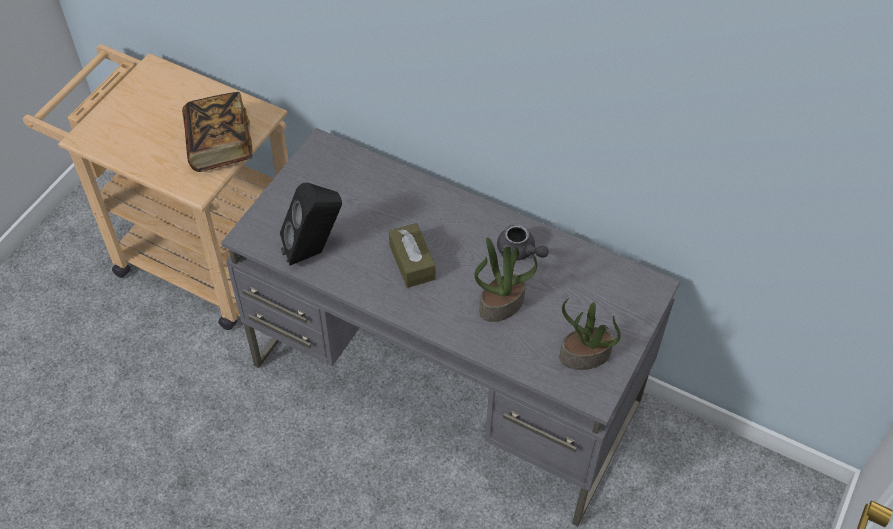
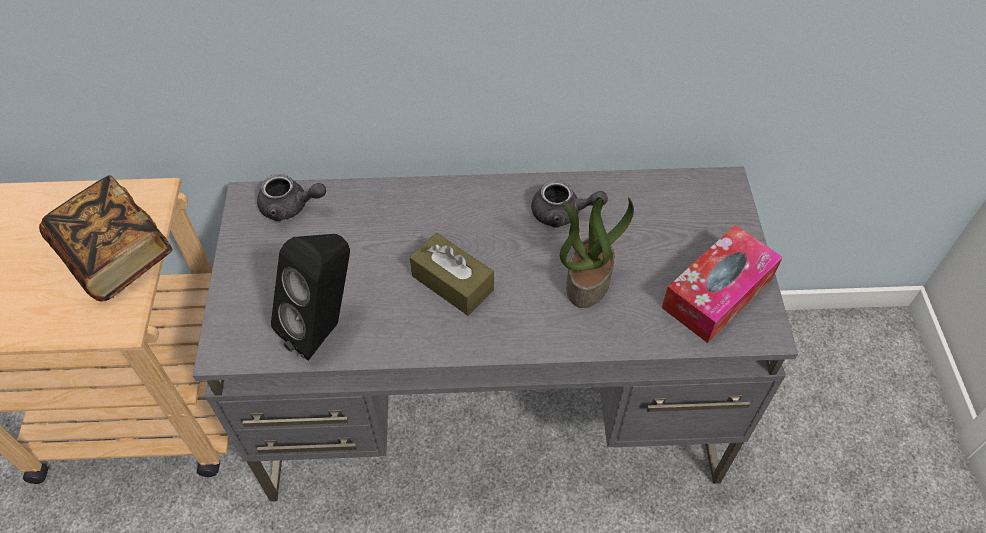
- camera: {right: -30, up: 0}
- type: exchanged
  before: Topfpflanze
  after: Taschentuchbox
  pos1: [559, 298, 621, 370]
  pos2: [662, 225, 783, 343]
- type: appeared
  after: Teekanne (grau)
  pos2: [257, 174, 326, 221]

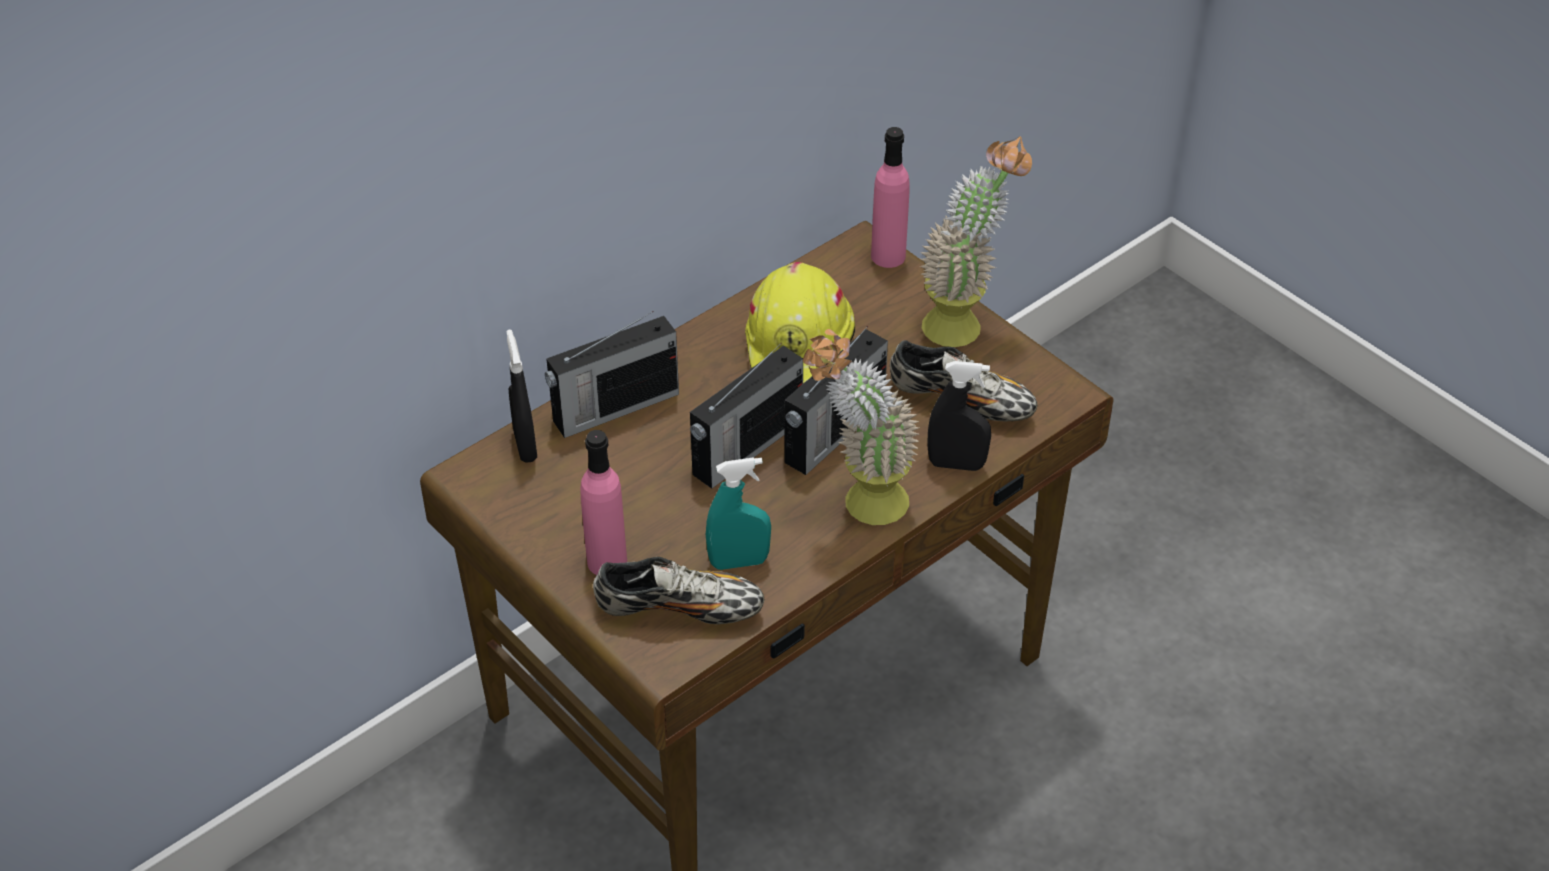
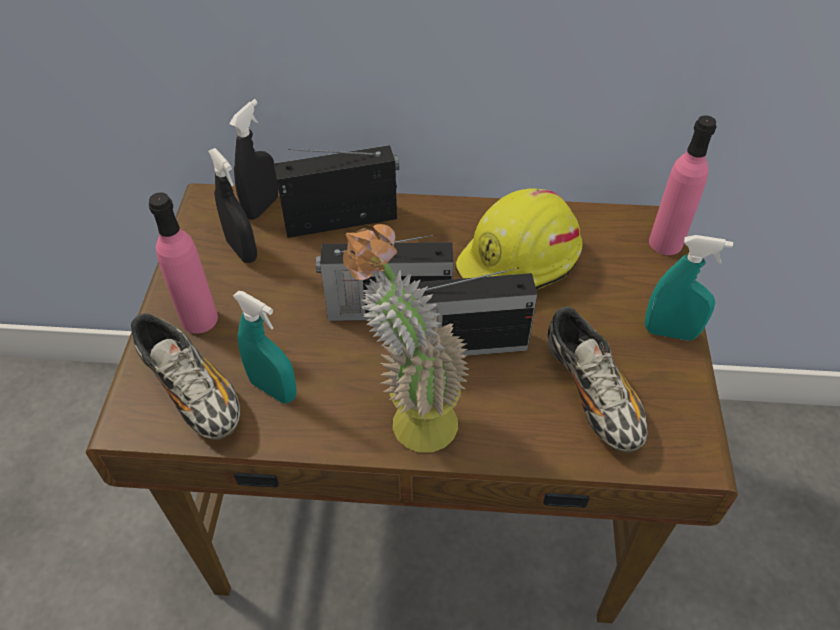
- camera: {right: 45, up: 5}
- type: exchanged
  before: Topfpflanze
  after: Sprühflasche (türkis)
  pos1: [920, 136, 1032, 347]
  pos2: [645, 235, 733, 340]
- type: spun
  before: Radio
  pos1: [545, 311, 679, 438]
  pos2: [274, 145, 399, 238]
  turn: 150
- type: relocated
  before: Sprühflasche (schwarz)
  pos1: [927, 361, 991, 471]
  pos2: [208, 148, 257, 263]

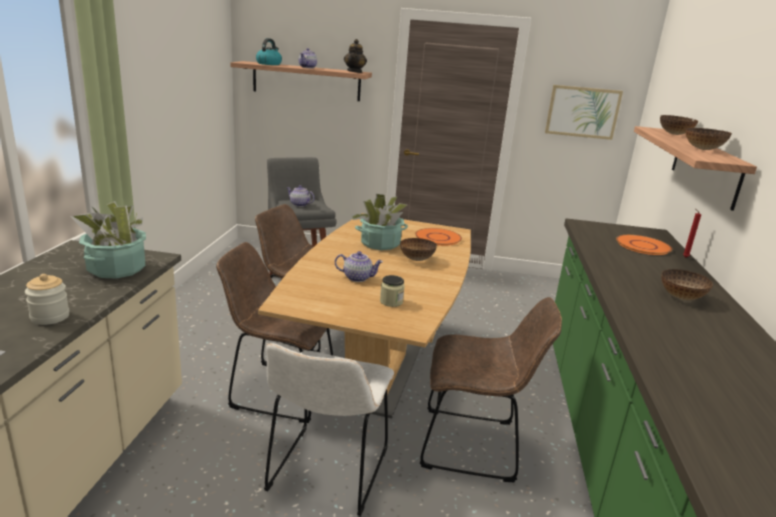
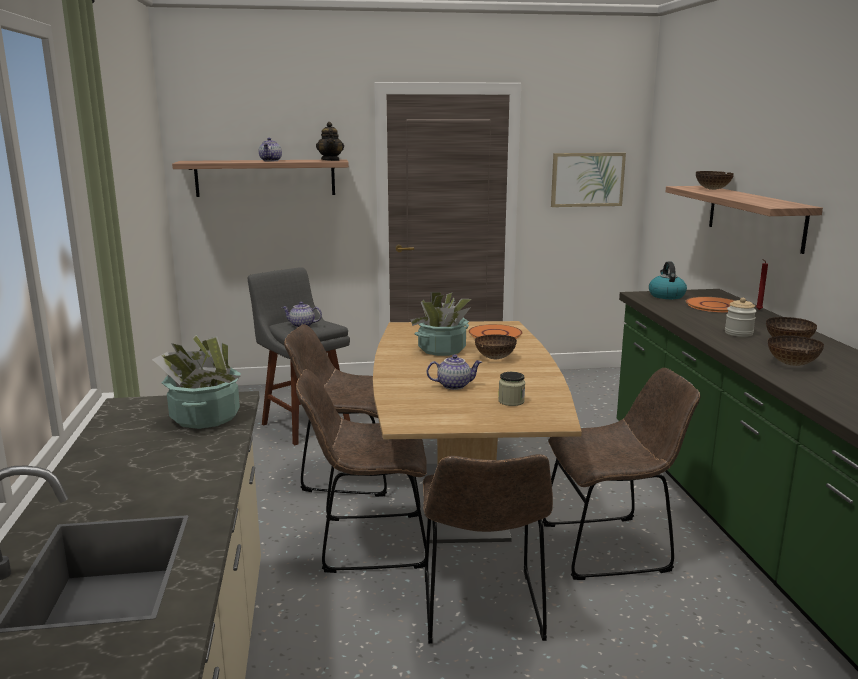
- camera: {right: -15, up: -5}
- type: relocated
  before: Wasserkessel
  pos1: [256, 38, 282, 65]
  pos2: [649, 262, 687, 299]
- type: relocated
  before: Schüssel
  pos1: [685, 128, 732, 150]
  pos2: [768, 335, 824, 366]
- type: relocated
  before: Vorratsglas
  pos1: [25, 274, 70, 325]
  pos2: [725, 298, 757, 337]
- type: colour
  before: Stuhl (weiß)
  after: Stuhl (braun)
  pos1: [264, 343, 394, 516]
  pos2: [423, 454, 553, 644]

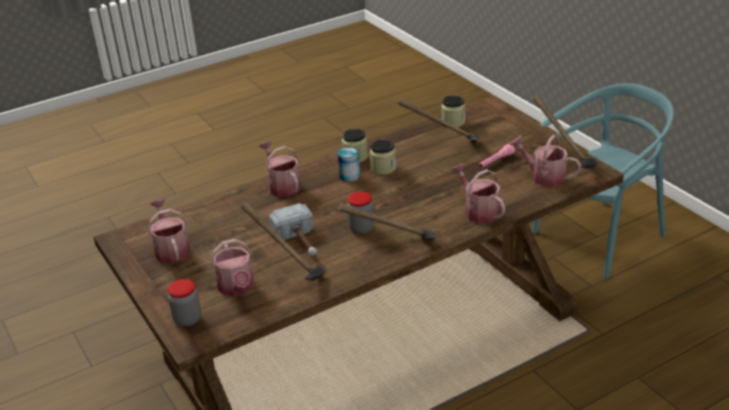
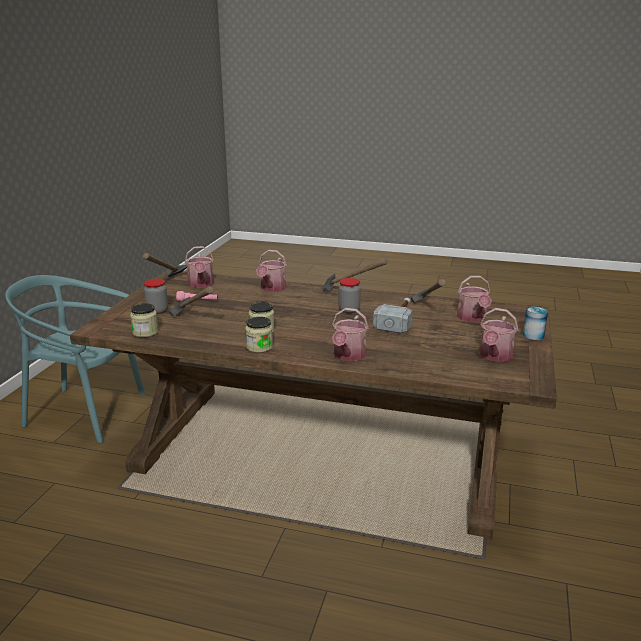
- camera: {right: -135, up: -10}
- type: relocated
  before: Dose
  pos1: [338, 147, 360, 182]
  pos2: [523, 306, 548, 340]
- type: spun
  before: Gießkanne
  pos1: [211, 239, 254, 296]
  pos2: [457, 276, 492, 322]
  turn: 150
- type: relocated
  before: Vorratsglas
  pos1: [167, 279, 201, 327]
  pos2: [144, 279, 168, 314]

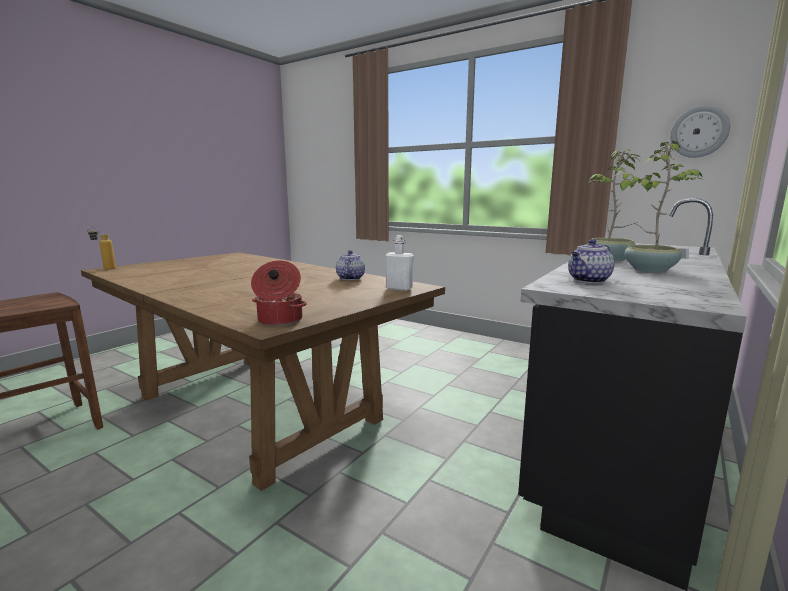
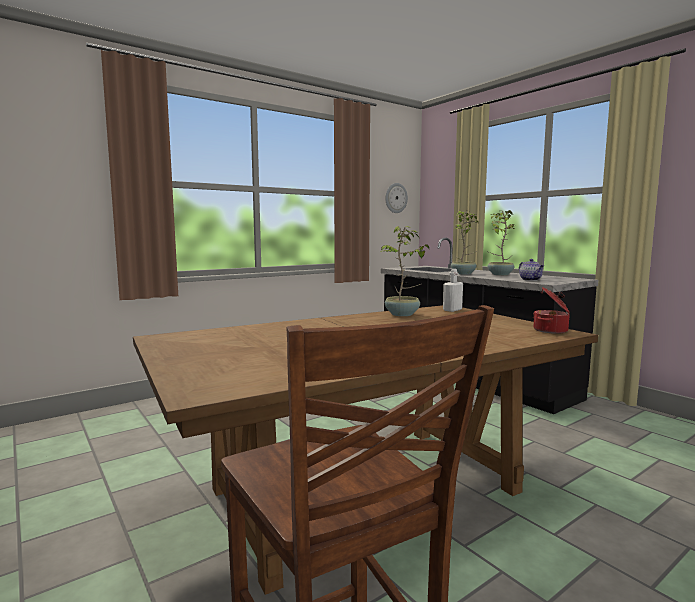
- camera: {right: -70, up: -5}
- type: missing
  before: Flasche
  pos1: [87, 227, 116, 270]
- type: exchanged
  before: Teekanne
  after: Topfpflanze
  pos1: [336, 250, 365, 280]
  pos2: [381, 226, 429, 316]

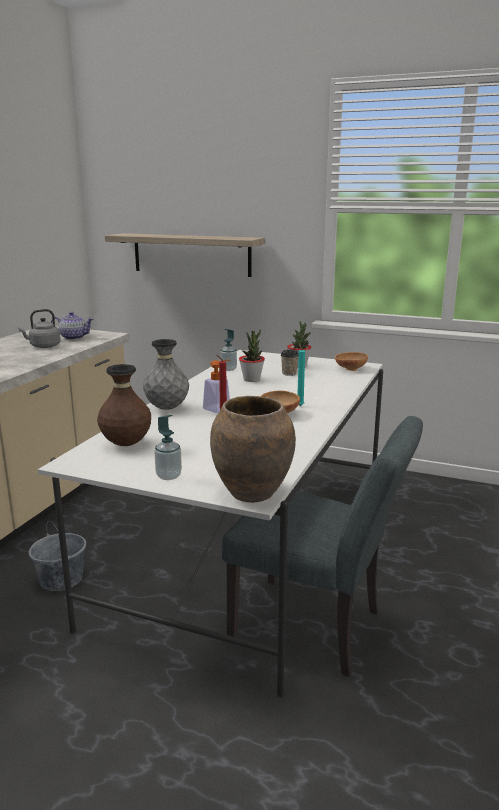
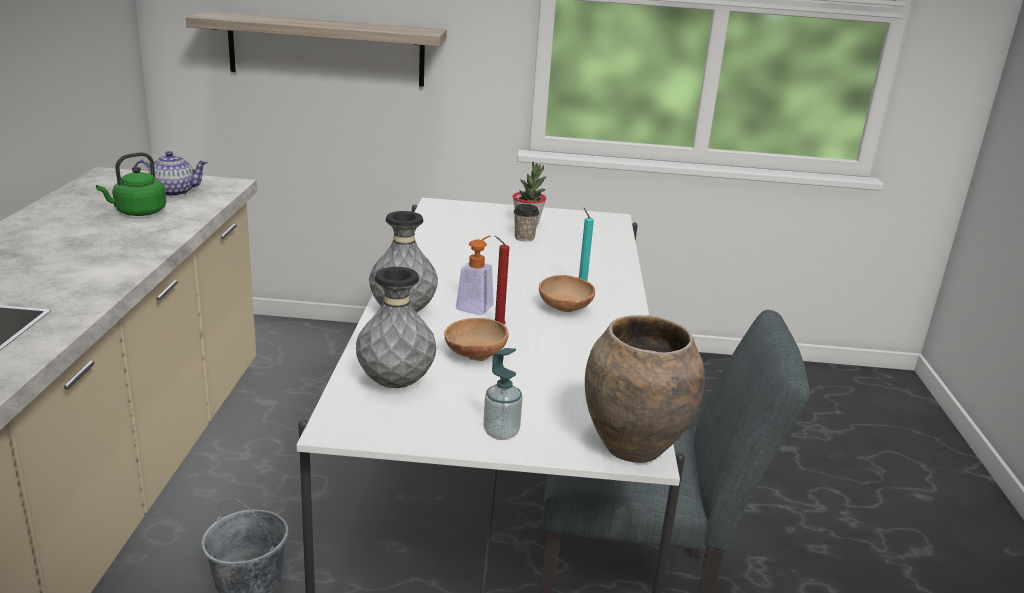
- camera: {right: -20, up: 5}
- type: colour
  before: Wasserkessel (grau)
  after: Wasserkessel (grün)
  pos1: [18, 309, 61, 348]
  pos2: [96, 152, 166, 216]
- type: missing
  before: Seifenspender
  pos1: [220, 329, 237, 371]
- type: missing
  before: Topfpflanze
  pos1: [239, 329, 265, 382]
- type: relocated
  before: Schüssel (braun)
  pos1: [335, 352, 368, 371]
  pos2: [444, 318, 509, 361]
- type: colour
  before: Vase (braun)
  after: Vase (grau)
  pos1: [97, 364, 151, 446]
  pos2: [356, 267, 436, 388]

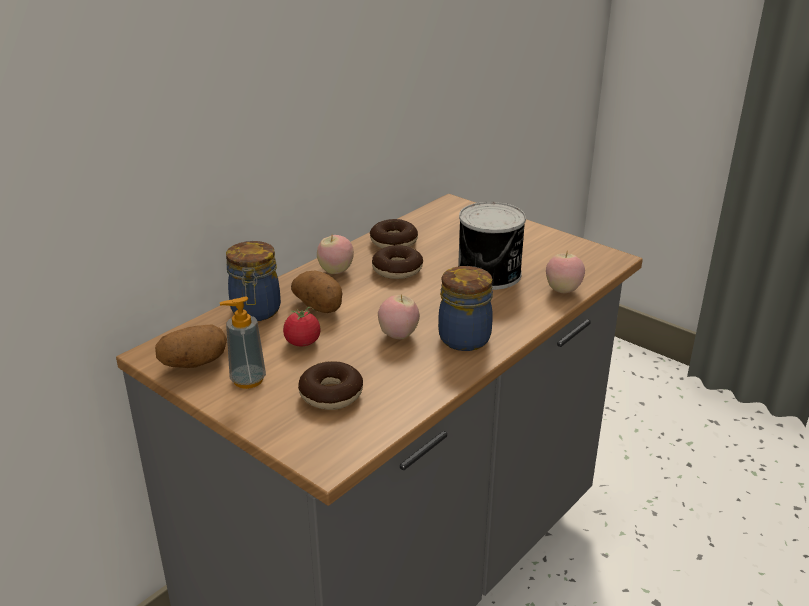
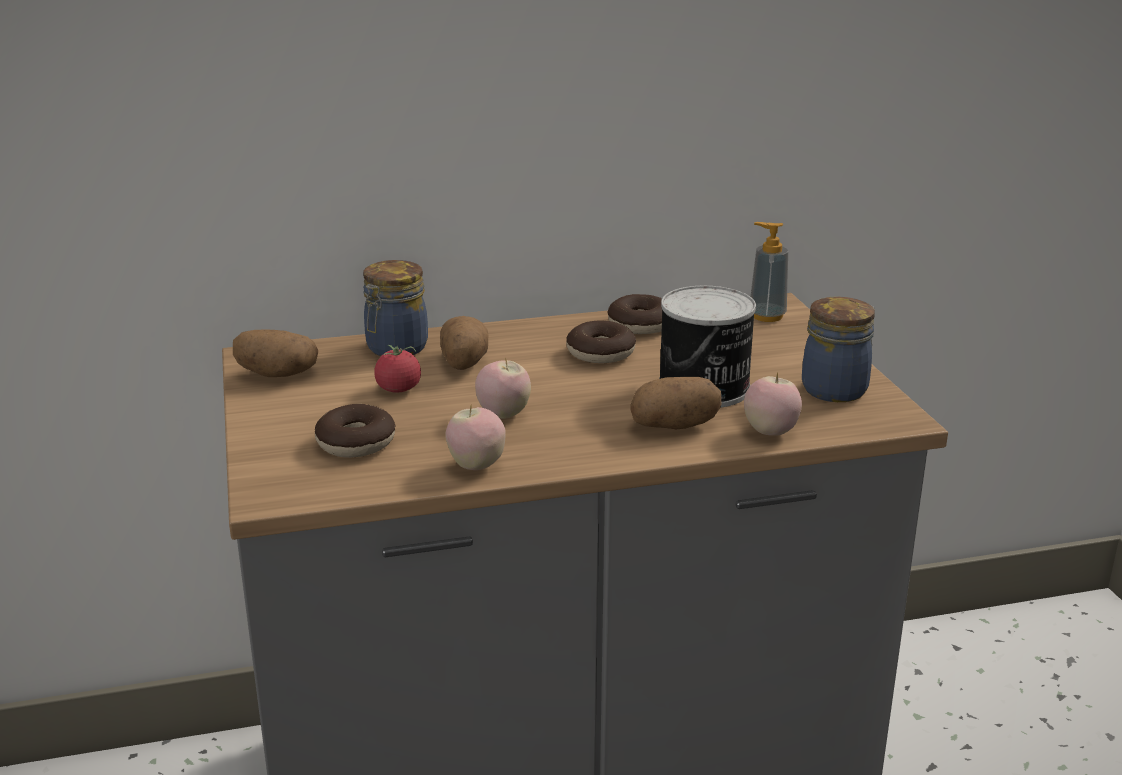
- camera: {right: 35, up: -5}
- type: relocated
  before: Apfel
  pos1: [317, 235, 354, 274]
  pos2: [445, 404, 506, 470]
- type: relocated
  before: Vorratsglas
  pos1: [438, 266, 493, 351]
  pos2: [802, 297, 875, 402]
- type: relocated
  before: Seifenspender
  pos1: [220, 296, 266, 389]
  pos2: [750, 222, 788, 322]
- type: appeared
  after: Kartoffel
  pos2: [631, 377, 721, 429]

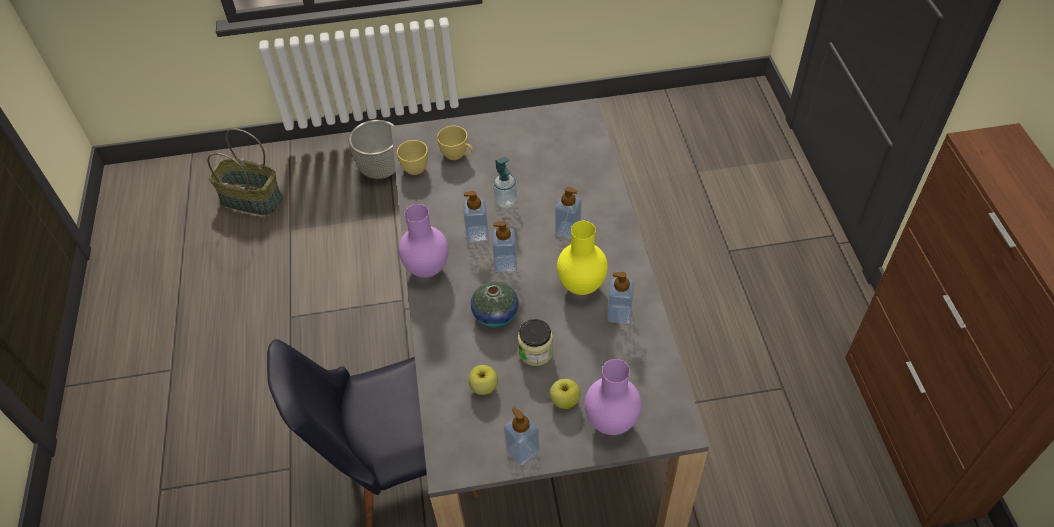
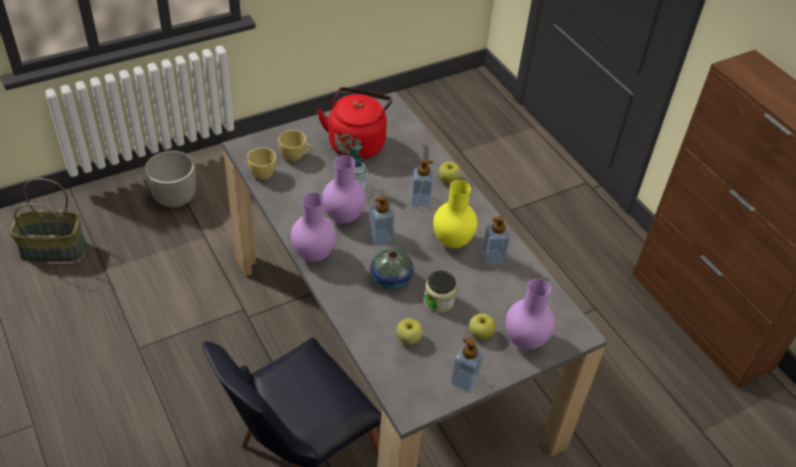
- camera: {right: -25, up: -5}
- type: exchanged
  before: Seifenspender
  after: Vase (lila)
  pos1: [463, 191, 489, 242]
  pos2: [322, 155, 366, 224]
- type: appeared
  after: Wasserkessel (rot)
  pos2: [317, 87, 392, 159]
- type: appeared
  after: Apfel
  pos2: [438, 162, 461, 183]

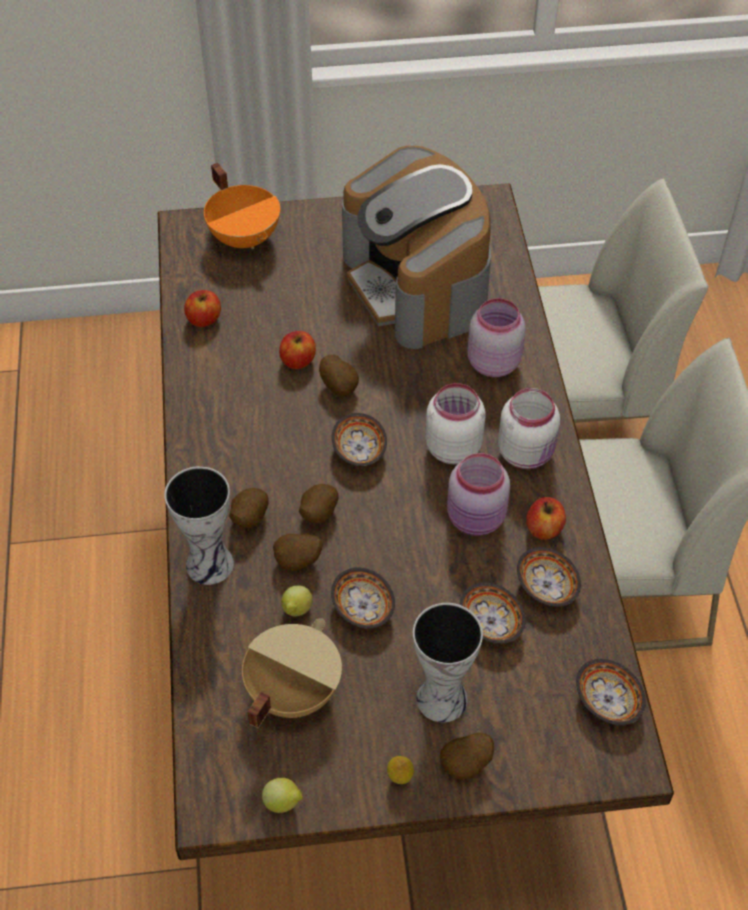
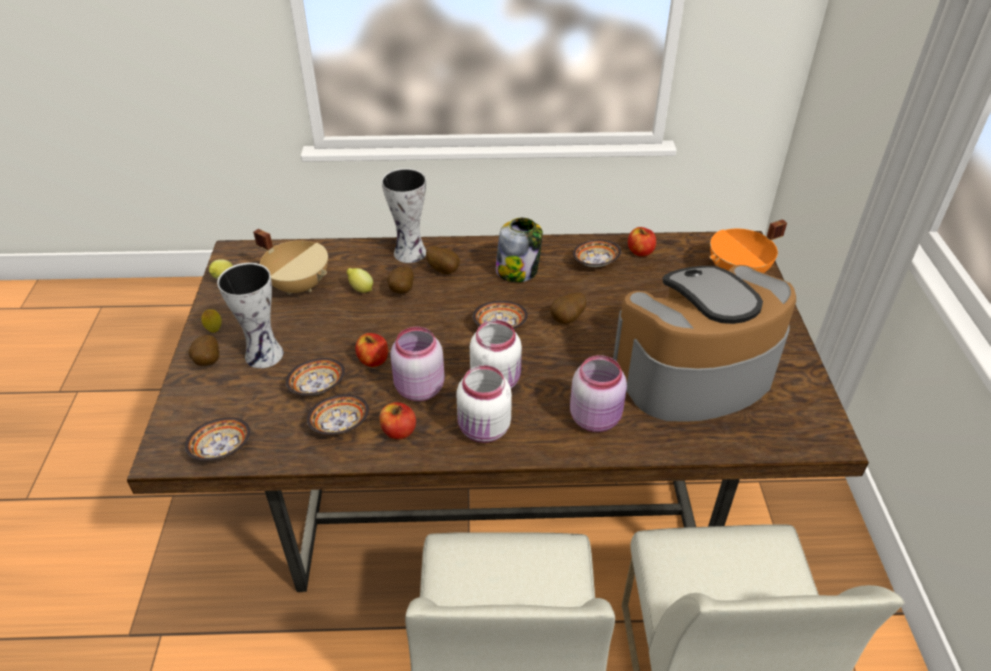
- camera: {right: 95, up: -10}
- type: relocated
  before: Apfel
  pos1: [279, 331, 316, 369]
  pos2: [355, 333, 388, 367]
- type: missing
  before: Kartoffel
  pos1: [299, 484, 338, 523]
- type: relocated
  before: Schüssel
  pos1: [331, 567, 395, 629]
  pos2: [573, 240, 621, 267]
- type: appeared
  after: Vorratsglas
  pos2: [496, 218, 543, 282]

